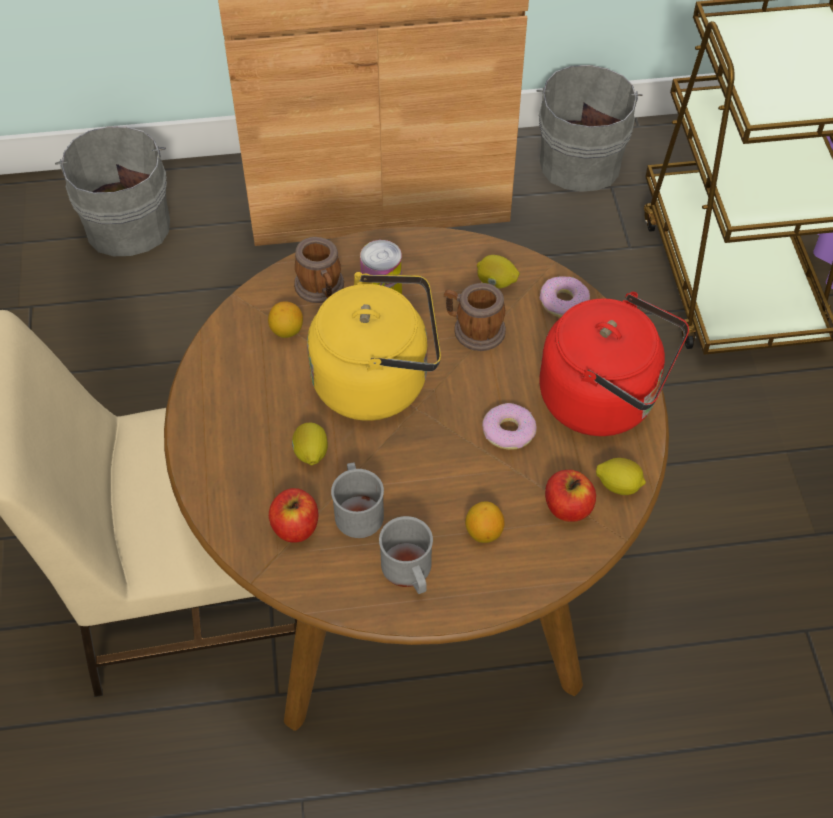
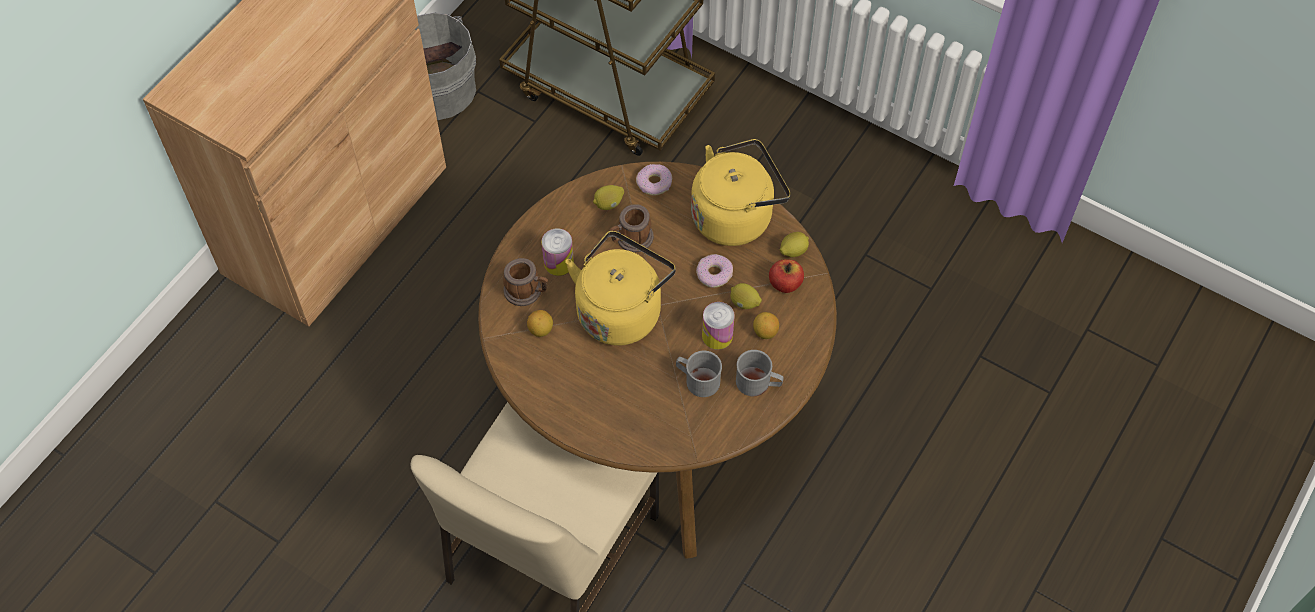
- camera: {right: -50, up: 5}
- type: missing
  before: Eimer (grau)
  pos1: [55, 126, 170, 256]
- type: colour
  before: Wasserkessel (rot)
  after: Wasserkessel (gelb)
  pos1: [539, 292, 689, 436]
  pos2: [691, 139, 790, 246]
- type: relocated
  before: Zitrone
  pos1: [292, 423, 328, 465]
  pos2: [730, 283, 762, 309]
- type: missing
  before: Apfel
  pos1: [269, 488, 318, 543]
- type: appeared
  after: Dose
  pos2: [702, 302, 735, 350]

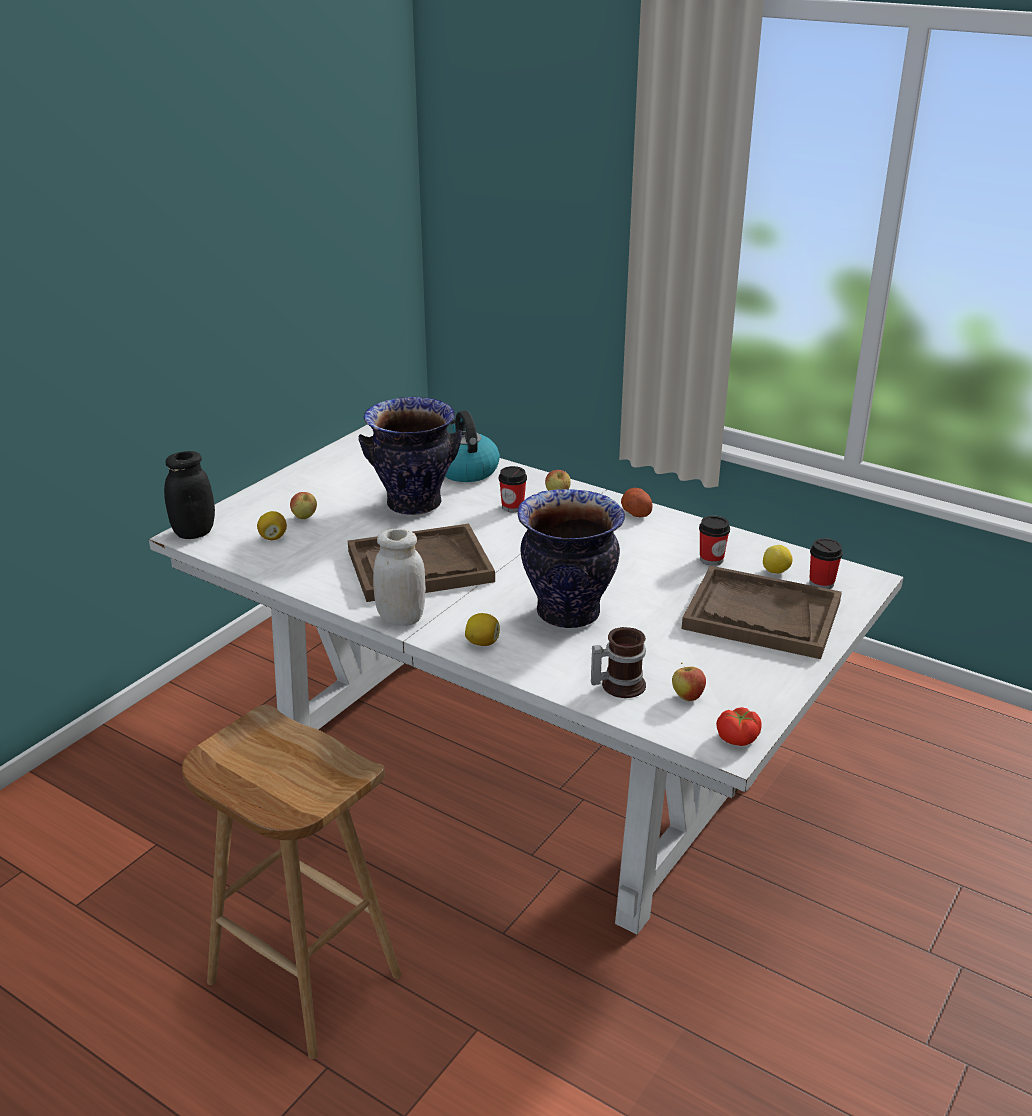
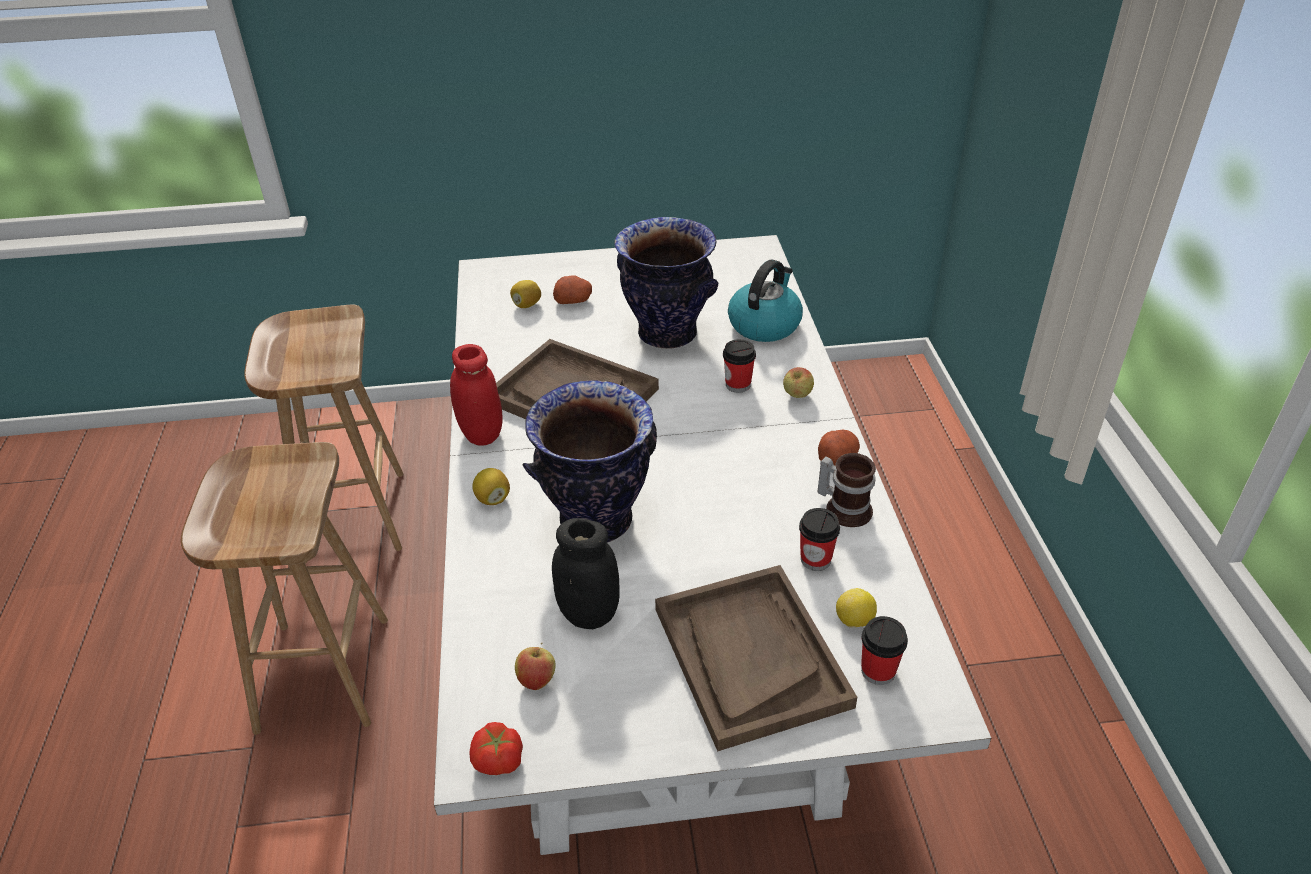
- camera: {right: 50, up: 10}
- type: relocated
  before: Vorratsglas (schwarz)
  pos1: [164, 451, 215, 539]
  pos2: [552, 518, 620, 629]
- type: exchanged
  before: Apfel
  after: Kartoffel
  pos1: [290, 492, 317, 519]
  pos2: [553, 275, 592, 304]
- type: colour
  before: Vorratsglas (weiß)
  after: Vorratsglas (rot)
  pos1: [373, 529, 426, 626]
  pos2: [450, 344, 503, 446]
- type: relocated
  before: Henkelbecher
  pos1: [591, 627, 646, 698]
  pos2: [818, 453, 876, 527]
- type: appeared
  after: Hocker (braun)
  pos2: [244, 305, 403, 564]

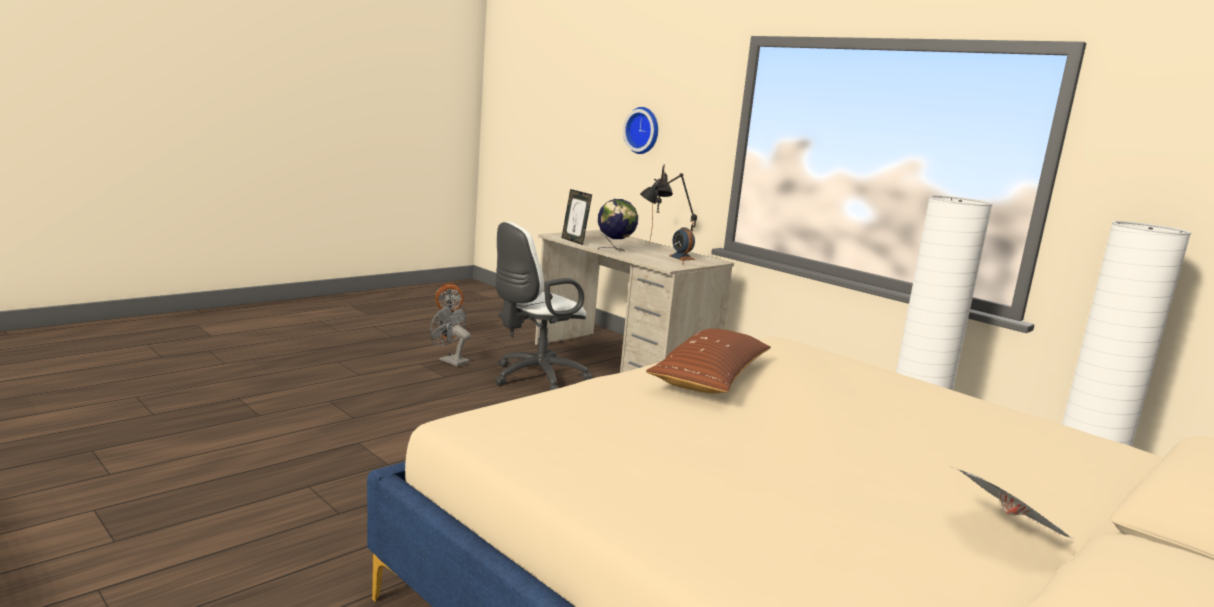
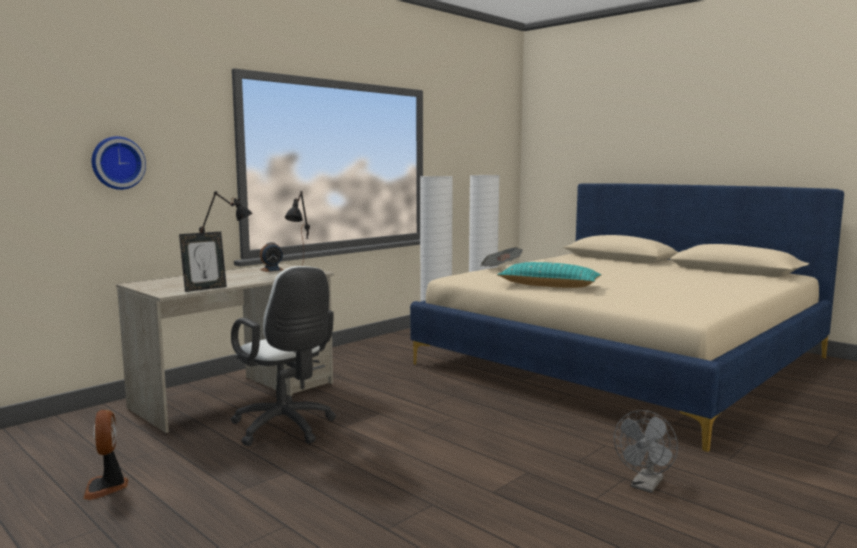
- camera: {right: -90, up: -5}
- type: missing
  before: Globus
  pos1: [598, 199, 638, 251]
- type: relocated
  before: Ventilator (grau)
  pos1: [430, 303, 471, 367]
  pos2: [614, 410, 678, 493]
- type: colour
  before: Kissen (braun)
  after: Kissen (türkis)
  pos1: [646, 328, 771, 394]
  pos2: [497, 262, 601, 288]
- type: relocated
  before: Zeitung
  pos1: [949, 466, 1075, 541]
  pos2: [480, 247, 523, 267]

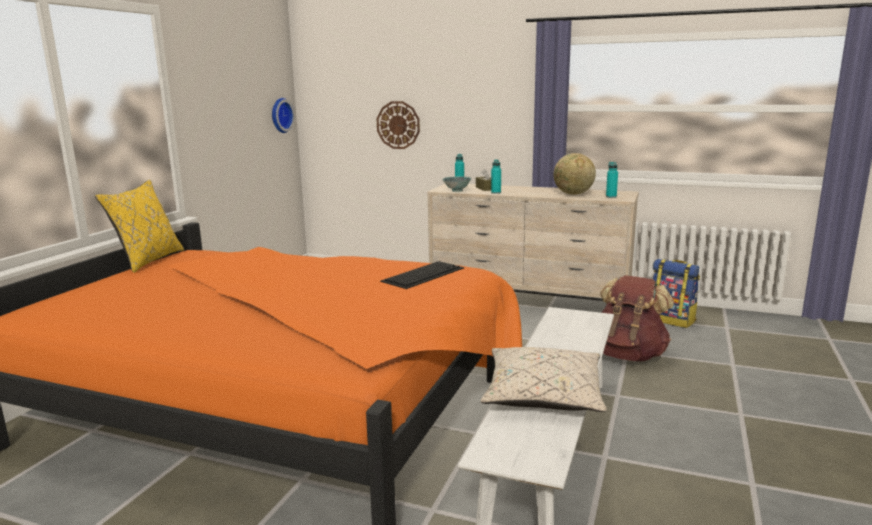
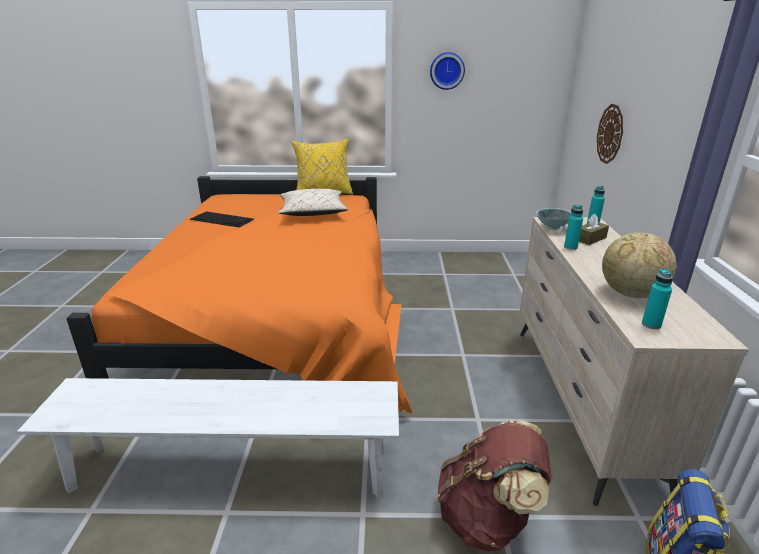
- camera: {right: 70, up: 10}
- type: relocated
  before: Wanduhr
  pos1: [272, 98, 295, 133]
  pos2: [430, 52, 465, 90]
- type: relocated
  before: Tastatur
  pos1: [380, 261, 464, 289]
  pos2: [190, 211, 254, 228]
- type: relocated
  before: Kissen (beige)
  pos1: [481, 347, 607, 412]
  pos2: [278, 189, 348, 216]

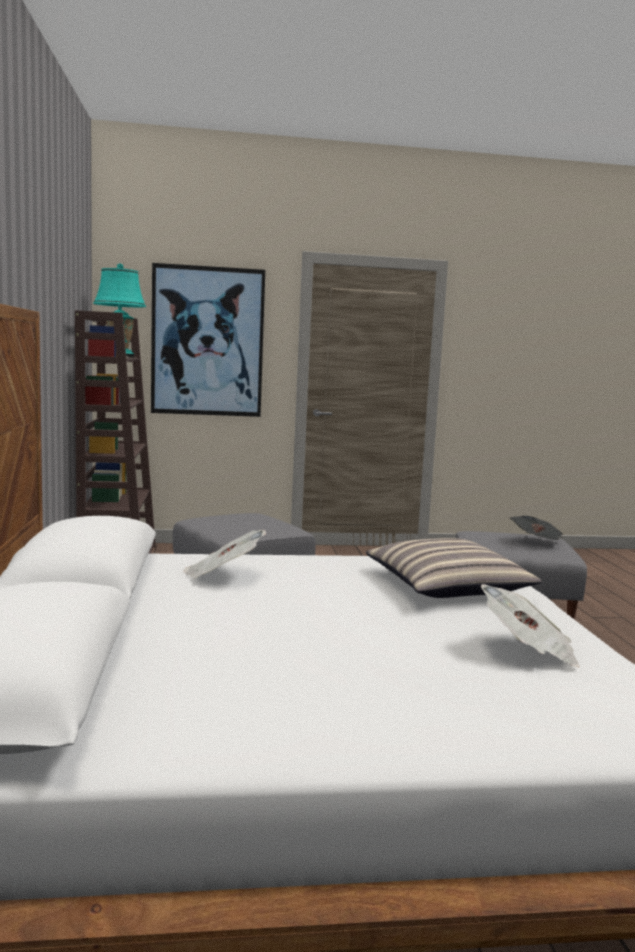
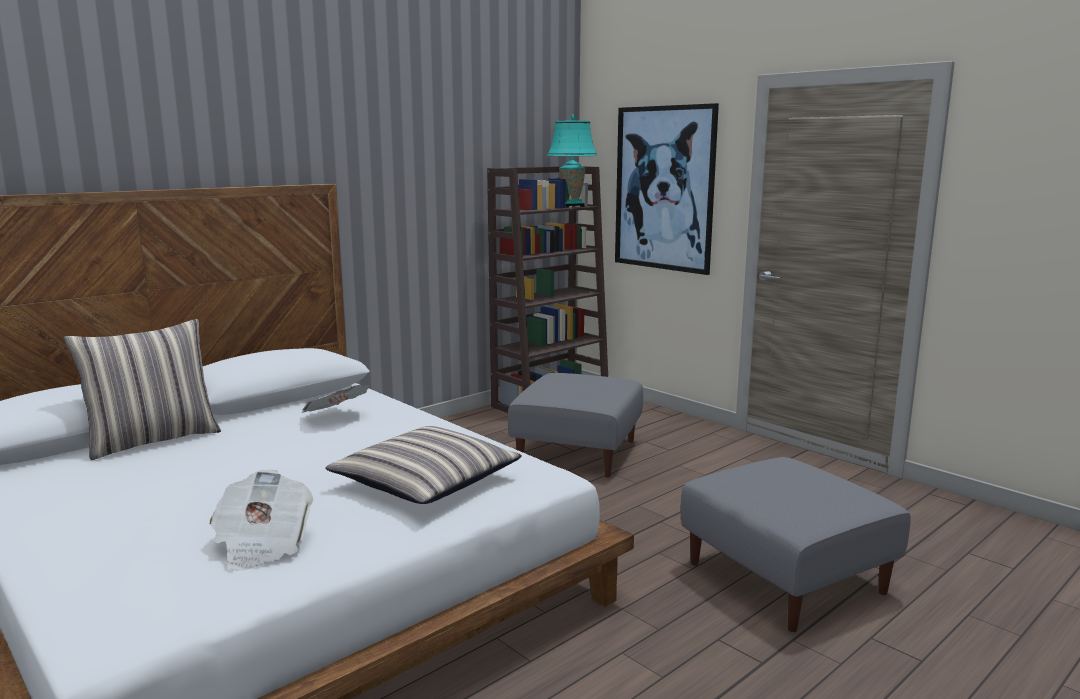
- camera: {right: 55, up: 5}
- type: missing
  before: Zeitung
  pos1: [510, 516, 563, 540]
- type: appeared
  after: Kissen
  pos2: [64, 319, 221, 460]

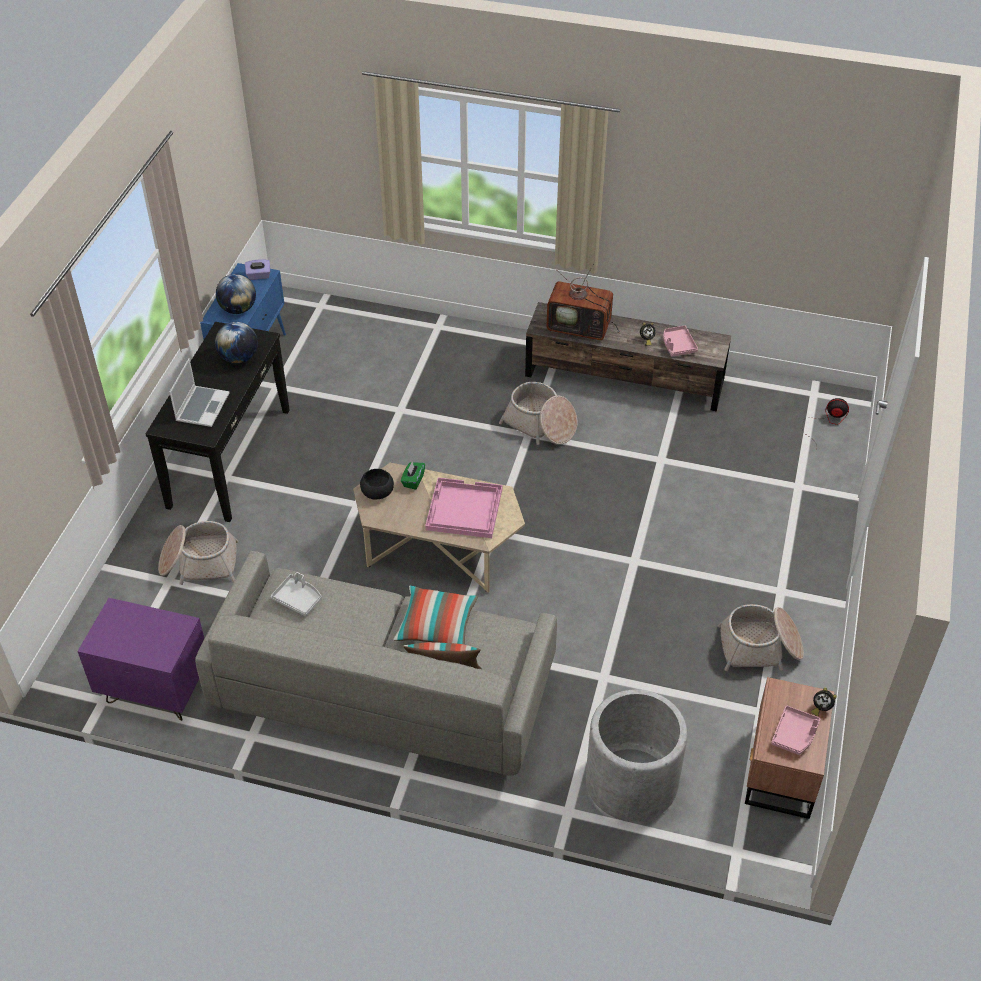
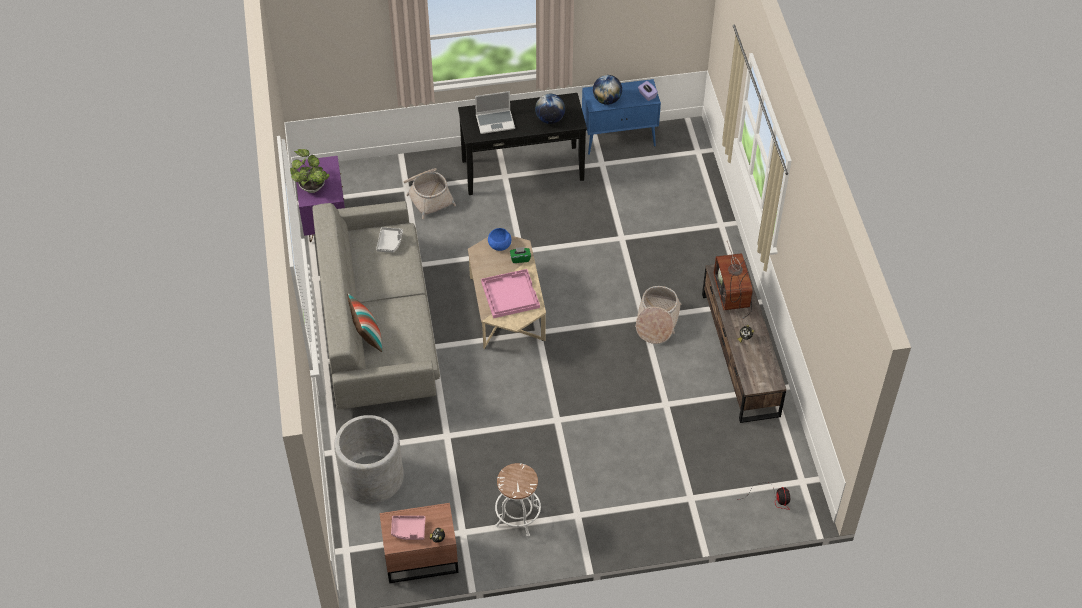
- camera: {right: 65, up: 5}
- type: missing
  before: Tablett (rosa)
  pos1: [663, 325, 698, 357]
- type: colour
  before: Schüssel (schwarz)
  after: Schüssel (blau)
  pos1: [360, 469, 394, 499]
  pos2: [488, 228, 511, 251]
- type: missing
  before: Kissen
  pos1: [393, 586, 478, 645]
- type: exchanged
  before: Korb
  after: Hocker (weiß)
  pos1: [718, 604, 804, 671]
  pos2: [495, 463, 541, 537]
- type: appeared
  after: Topfpflanze
  pos2: [290, 149, 330, 193]

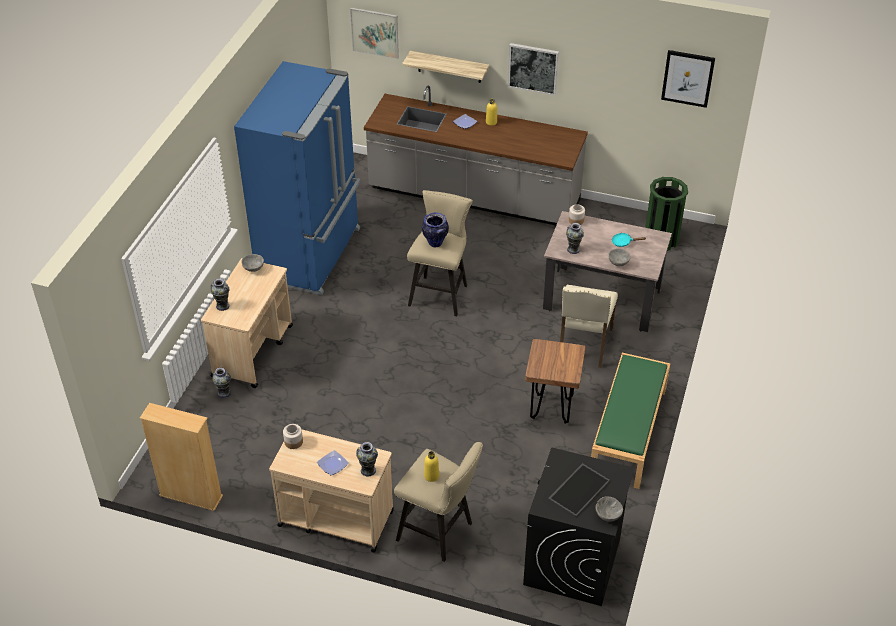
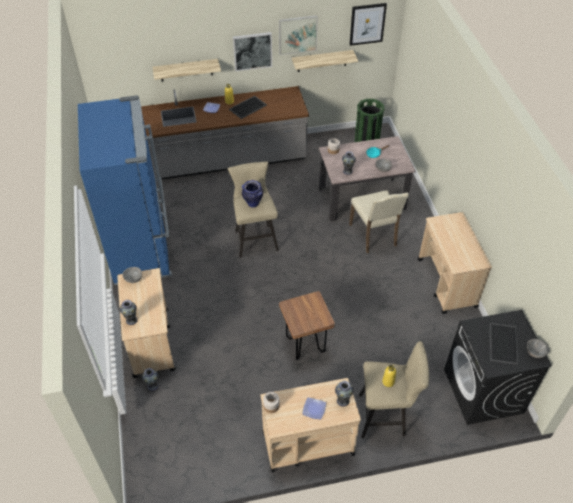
- camera: {right: -30, up: 5}
- type: relocated
  before: Bild
  pos1: [350, 7, 399, 59]
  pos2: [279, 15, 318, 55]
- type: relocated
  before: Hocker (braun)
  pos1: [525, 339, 586, 424]
  pos2: [279, 291, 335, 360]
- type: exchanged
  before: Bank (grün)
  after: Rollwagen (beige)
  pos1: [591, 353, 670, 489]
  pos2: [418, 212, 492, 314]
- type: missing
  before: Bücherregal (beige)
  pos1: [140, 403, 223, 511]
- type: appeared
  after: Wandregal
  pos2: [292, 50, 358, 72]
- type: appeared
  after: Tablett
  pos2: [229, 96, 267, 119]

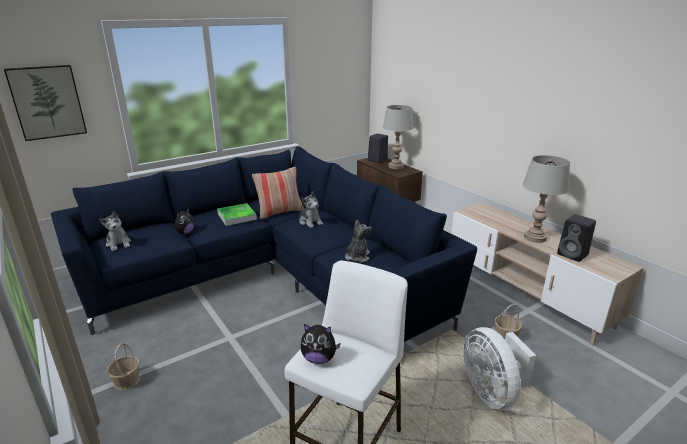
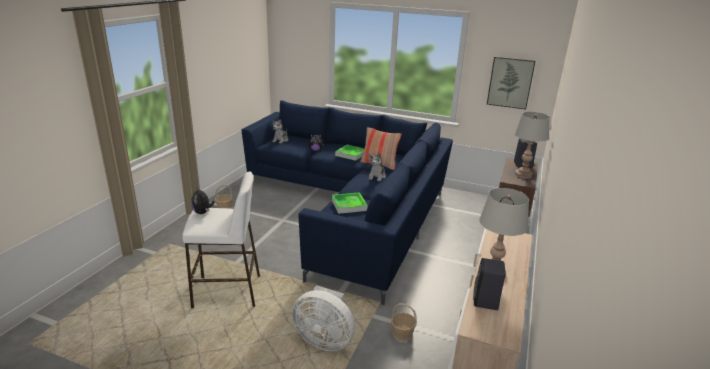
- camera: {right: 55, up: 0}
- type: relocated
  before: Bild
  pos1: [4, 65, 87, 141]
  pos2: [487, 56, 536, 109]
- type: exchanged
  before: Plüschtier
  after: Tablett
  pos1: [345, 220, 372, 263]
  pos2: [332, 192, 368, 214]
- type: spun
  before: Ventilator (weiß)
  pos1: [463, 327, 536, 409]
  pos2: [292, 285, 355, 351]
  turn: -105

